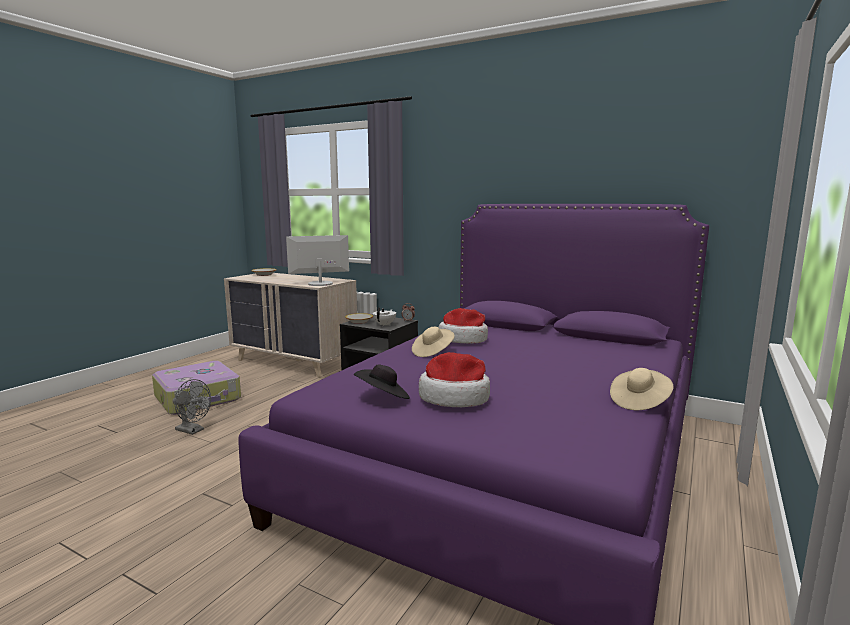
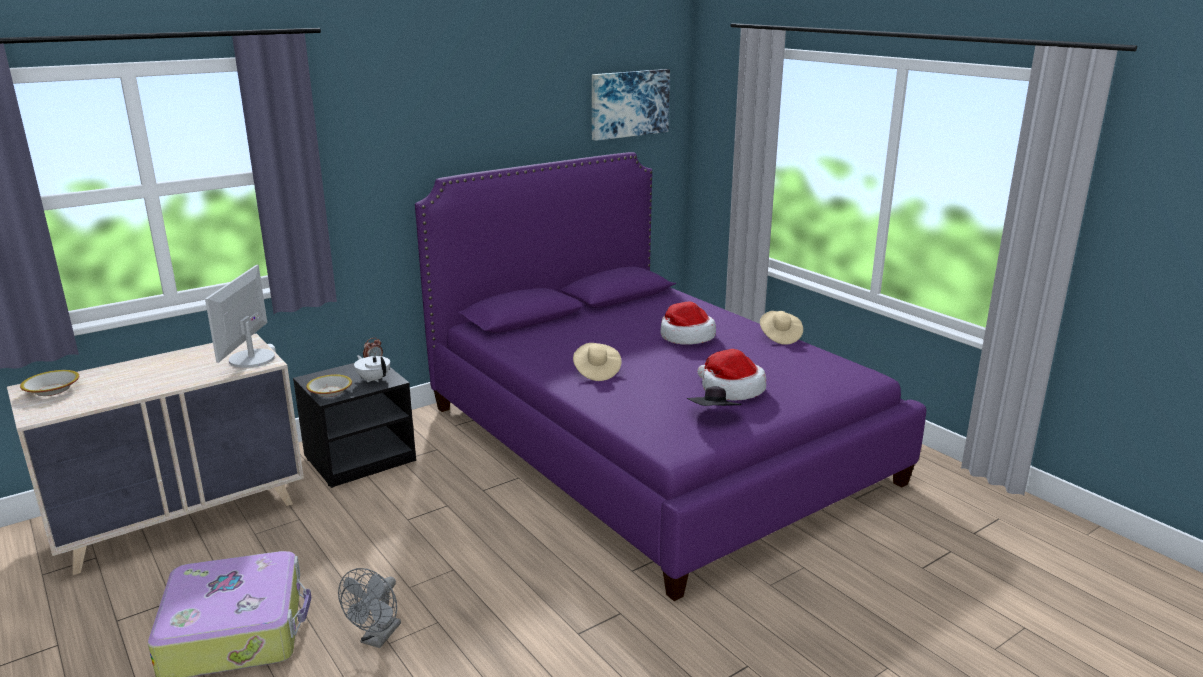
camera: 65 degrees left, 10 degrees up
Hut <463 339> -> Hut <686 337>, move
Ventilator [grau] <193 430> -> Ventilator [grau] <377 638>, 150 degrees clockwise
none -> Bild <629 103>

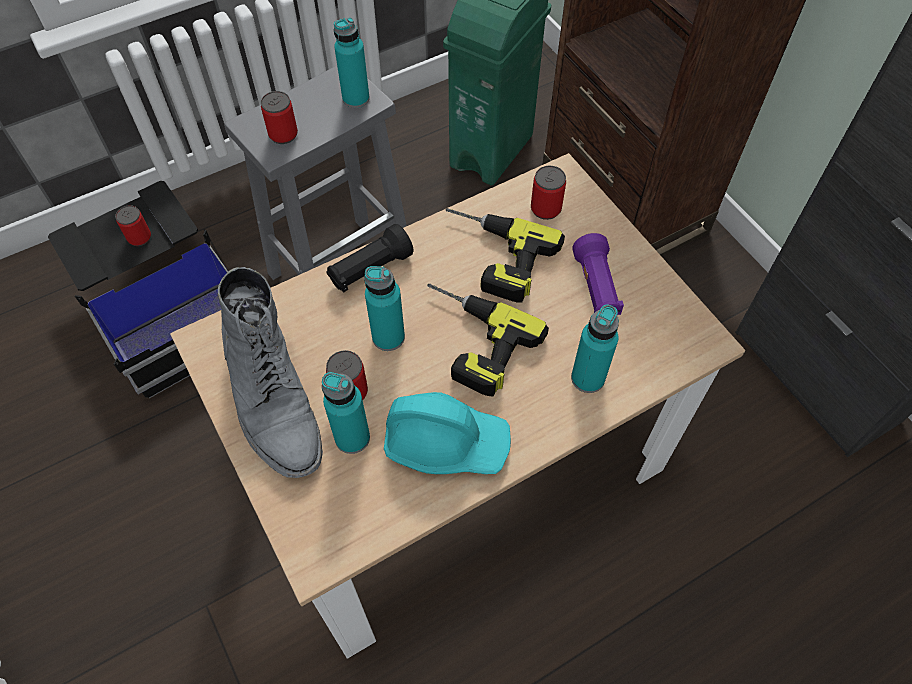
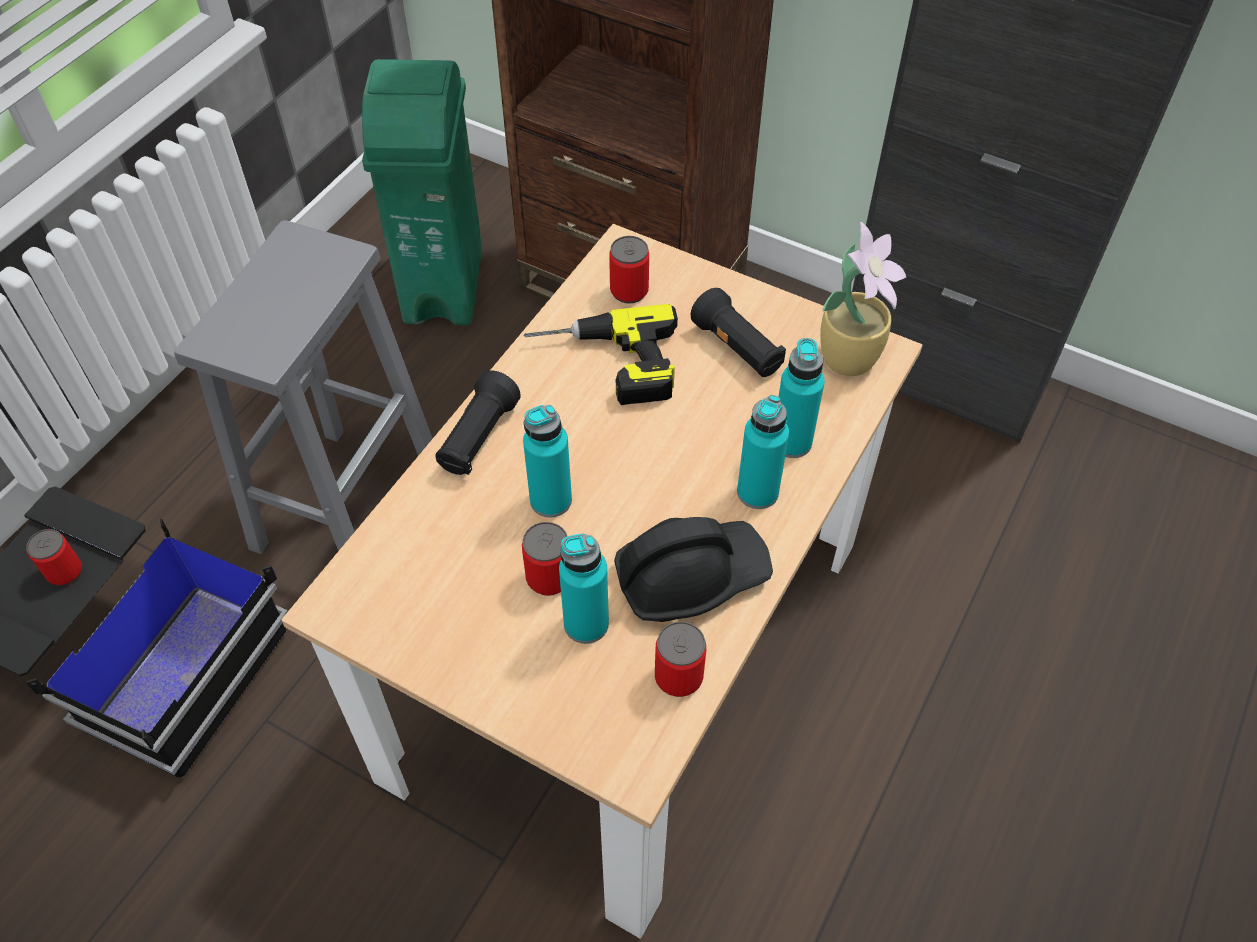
camera: 30 degrees left, 5 degrees down
Flasche [türkis] <356 99> -> Flasche [türkis] <757 492>, move
Dose <283 134> -> Dose <678 677>, move
Taschenlampe [lila] <596 288> -> Taschenlampe [schwarz] <737 349>
Stiefel [grau] <273 399> -> none
Bohrmaschine <469 341> -> none
Schutzhelm [türkis] <446 441> -> Schutzhelm [schwarz] <691 576>
none -> Topfpflanze <850 357>

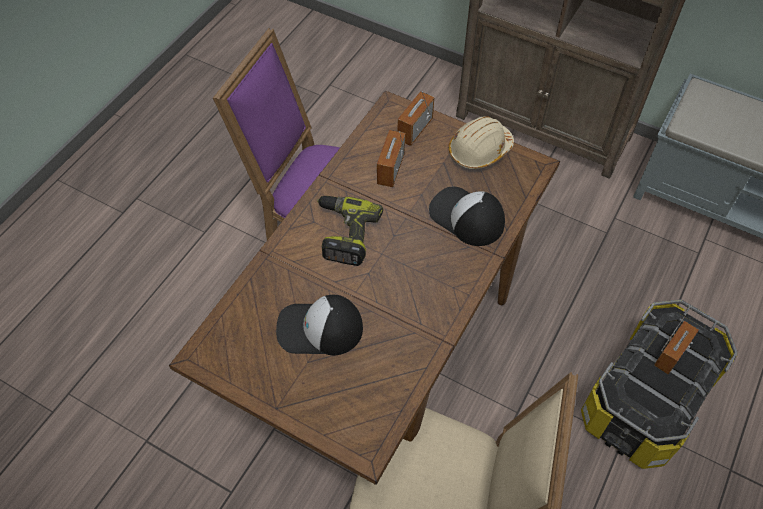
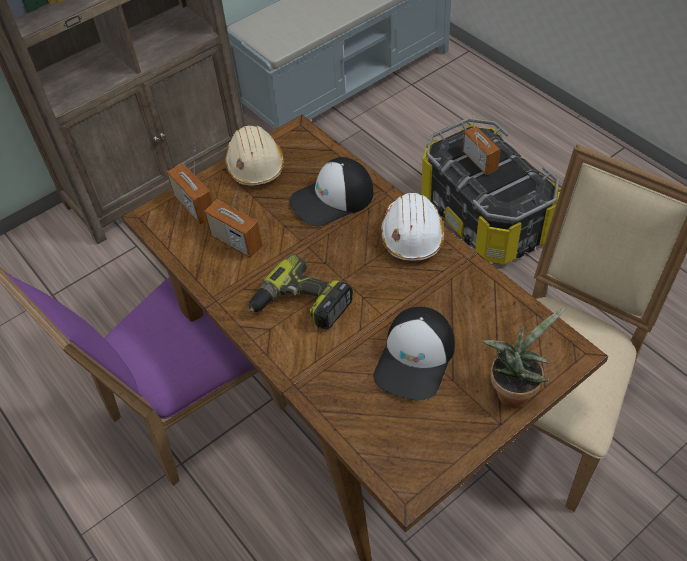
camera: 65 degrees left, 5 degrees down
none -> Schutzhelm [weiß] <412 235>
none -> Topfpflanze <514 390>

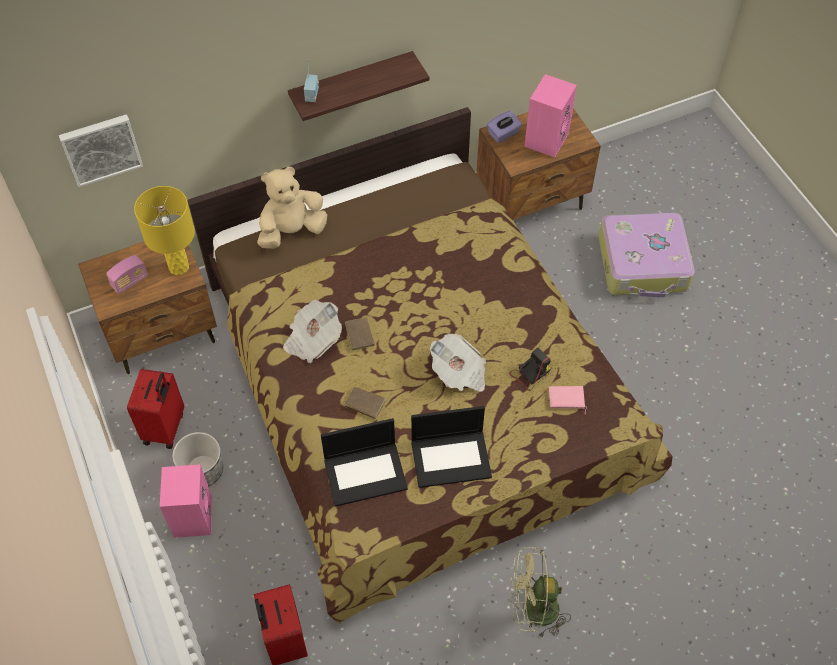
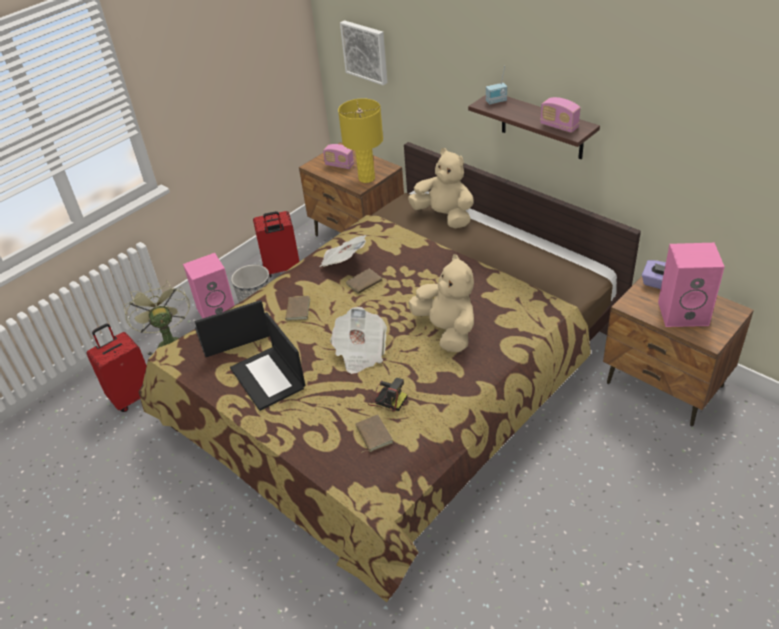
camera: 70 degrees right, 15 degrees down
Koffer <643 264> -> none
Buch [rosa] <566 400> -> Buch [braun] <372 435>
Laptop <366 473> -> Laptop <232 334>, 105 degrees clockwise
Ventilator [grün] <533 610> -> Ventilator [grün] <168 344>, move
none -> Radio <559 126>
none -> Plüschtier [beige] <447 331>

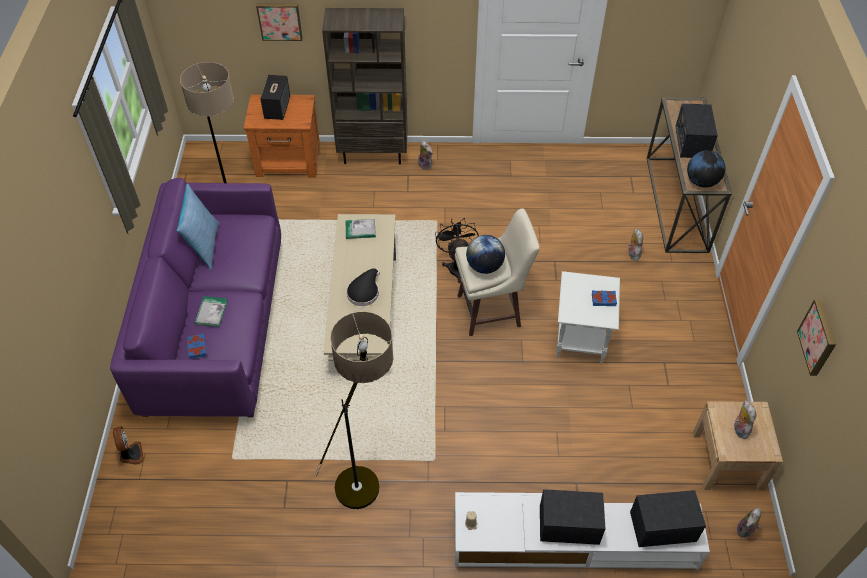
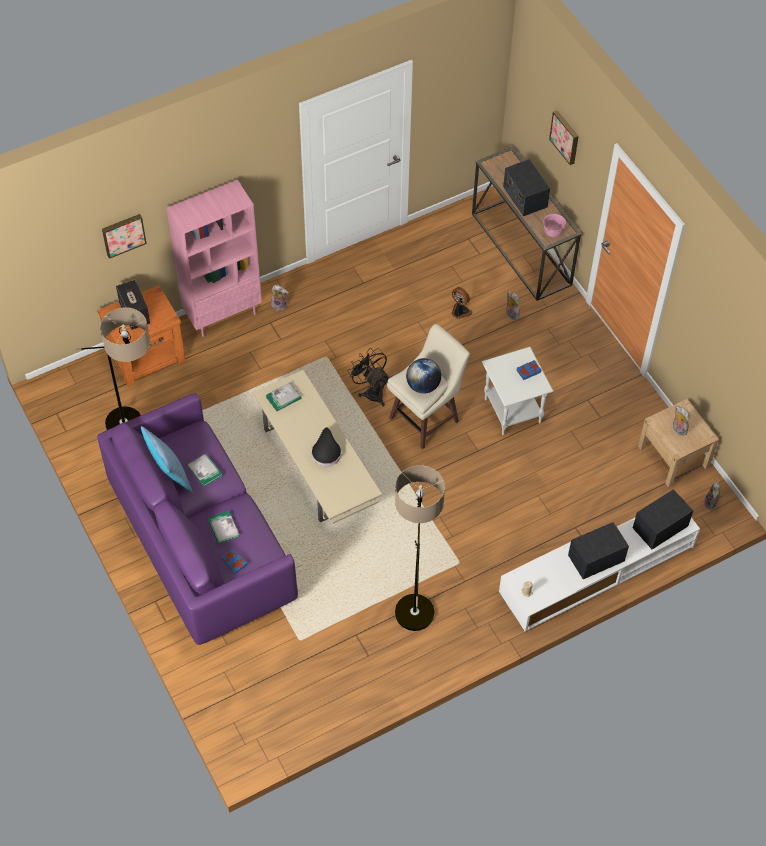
camera: 30 degrees left, 5 degrees up
Bücherregal [braun] <373 154> -> Bücherregal [rosa] <223 314>
Globus <701 182> -> Schüssel [rosa] <552 233>
Bild <819 337> -> Bild <565 136>, move
Ventilator <131 454> -> Ventilator <460 312>, move
none -> Buch <205 471>

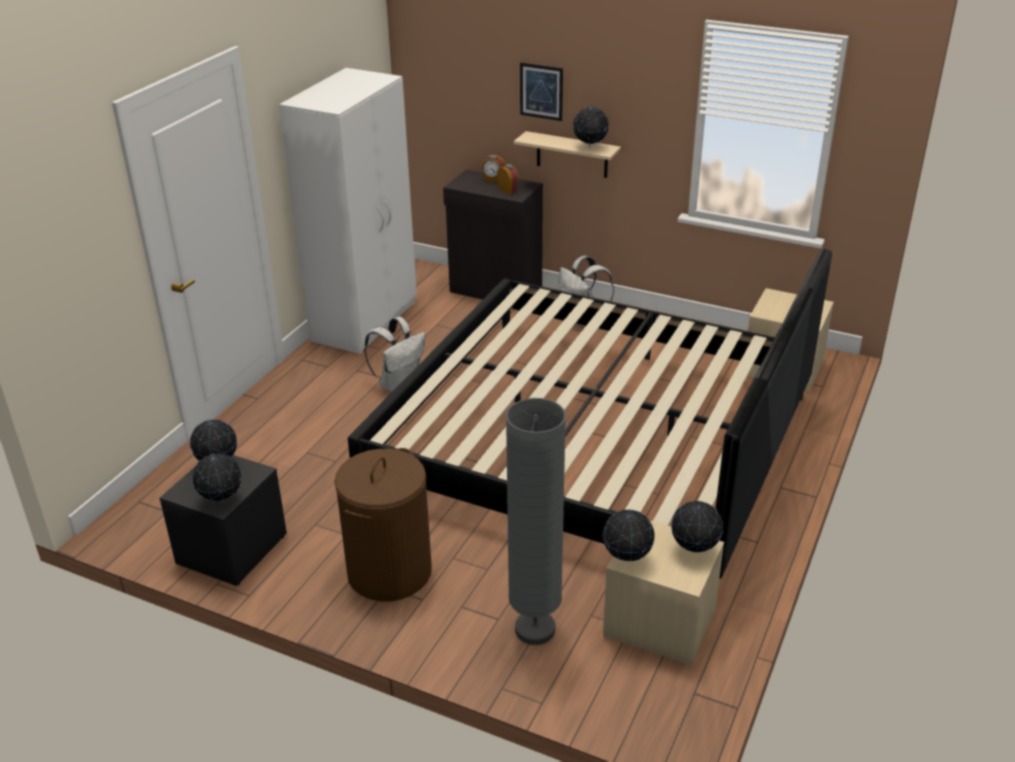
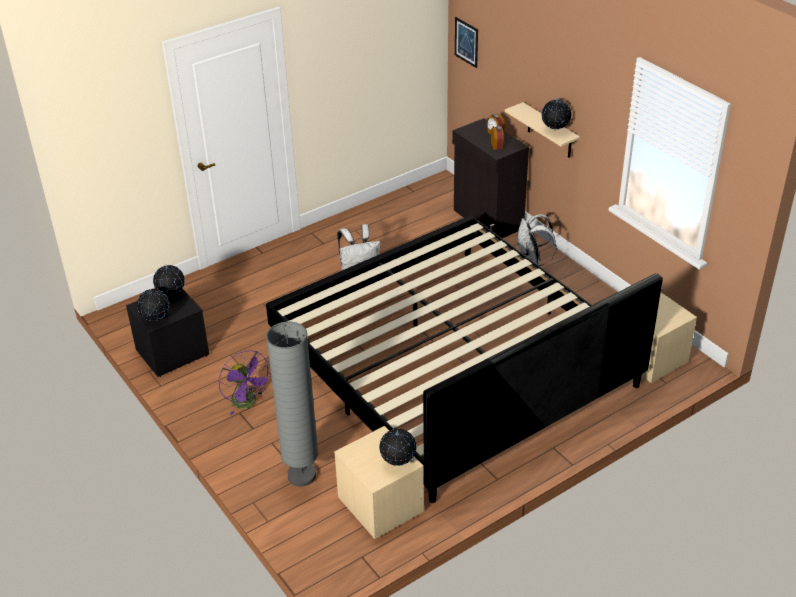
camera: 30 degrees right, 5 degrees up
Bild <541 91> -> Bild <466 42>, move
Kleiderschrank [weiß] <366 321> -> none
Wäschekorb [braun] <389 572> -> Ventilator [lila] <248 403>
Globus <627 559> -> none

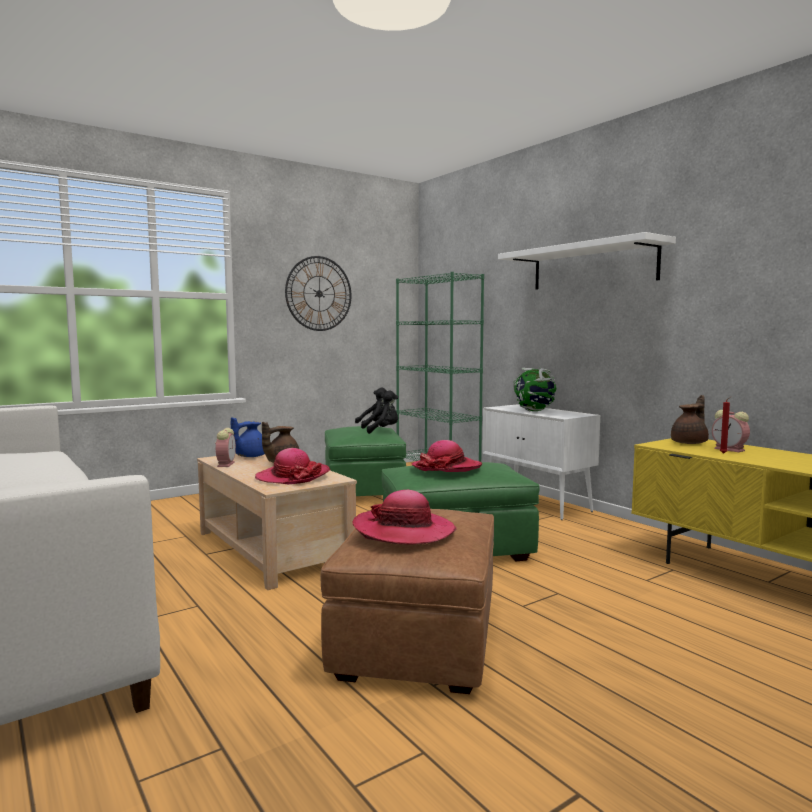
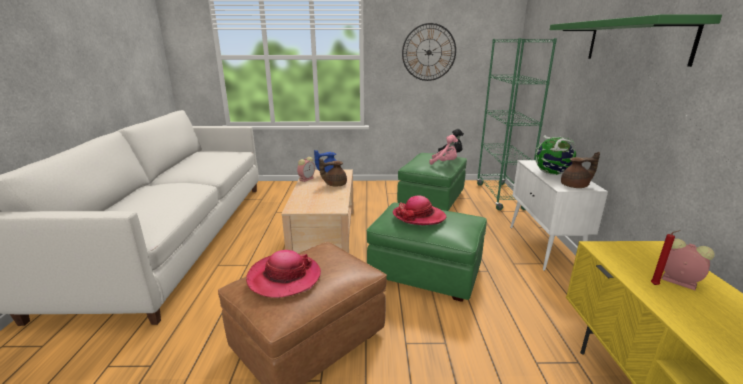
camera: 35 degrees right, 15 degrees up
Wandregal [weiß] <592 266> -> Wandregal [grün] <635 41>
Plüschtier [schwarz] <382 430> -> Plüschtier [rosa] <444 163>
Teekanne [braun] <690 443> -> Teekanne [braun] <575 186>, move
Wecker <730 450> -> Wecker <677 281>, 135 degrees clockwise
Hut <292 477> -> none

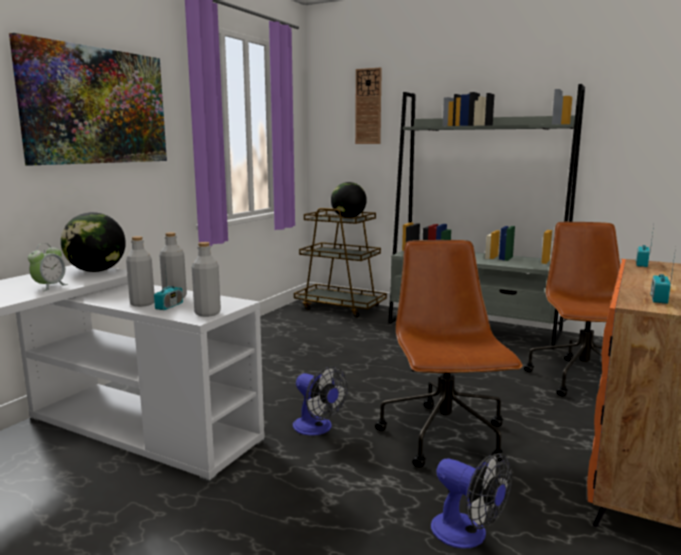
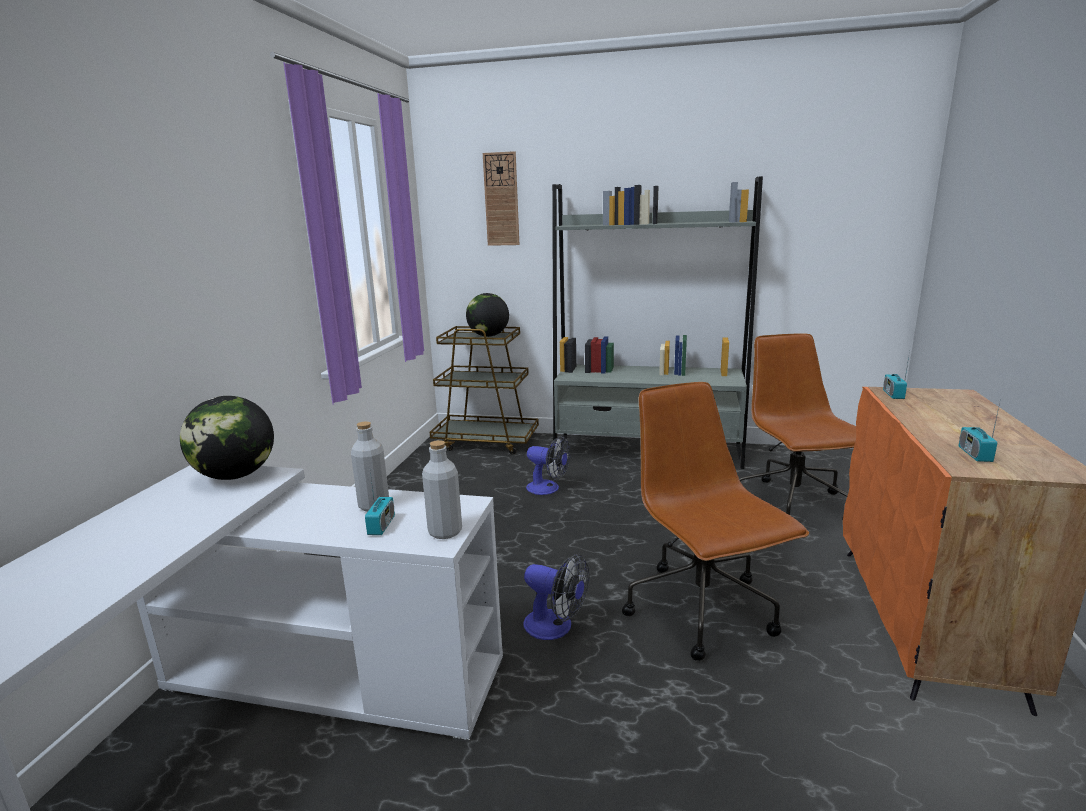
camera: 15 degrees left, 5 degrees up
Bild <97 106> -> none
Flasche [grau] <142 303> -> none
Wecker <49 287> -> none
Ventilator <467 535> -> Ventilator <548 489>, move

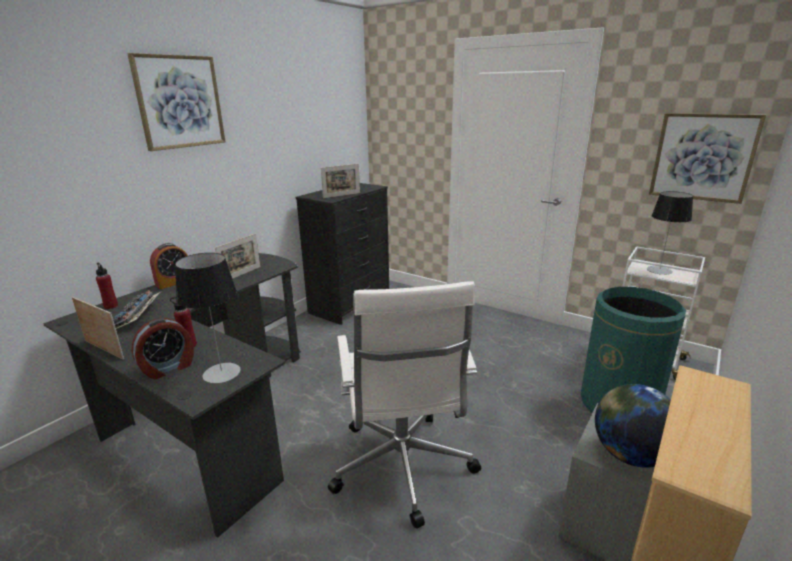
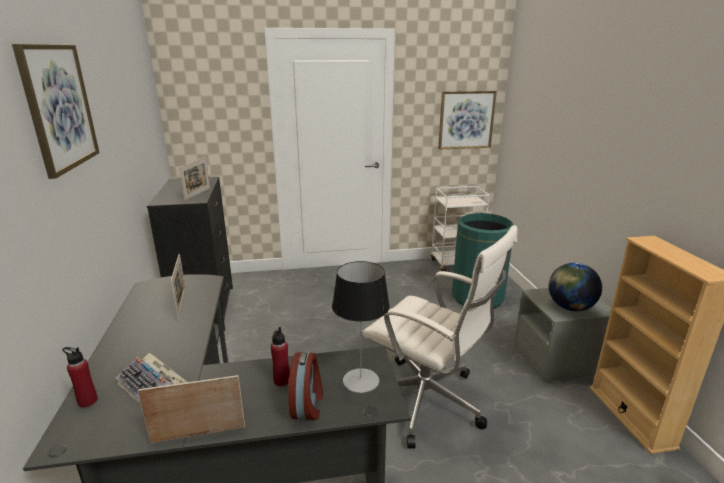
camera: 45 degrees left, 0 degrees up
Tischlampe <659 270> -> none
Wecker <174 282> -> none

